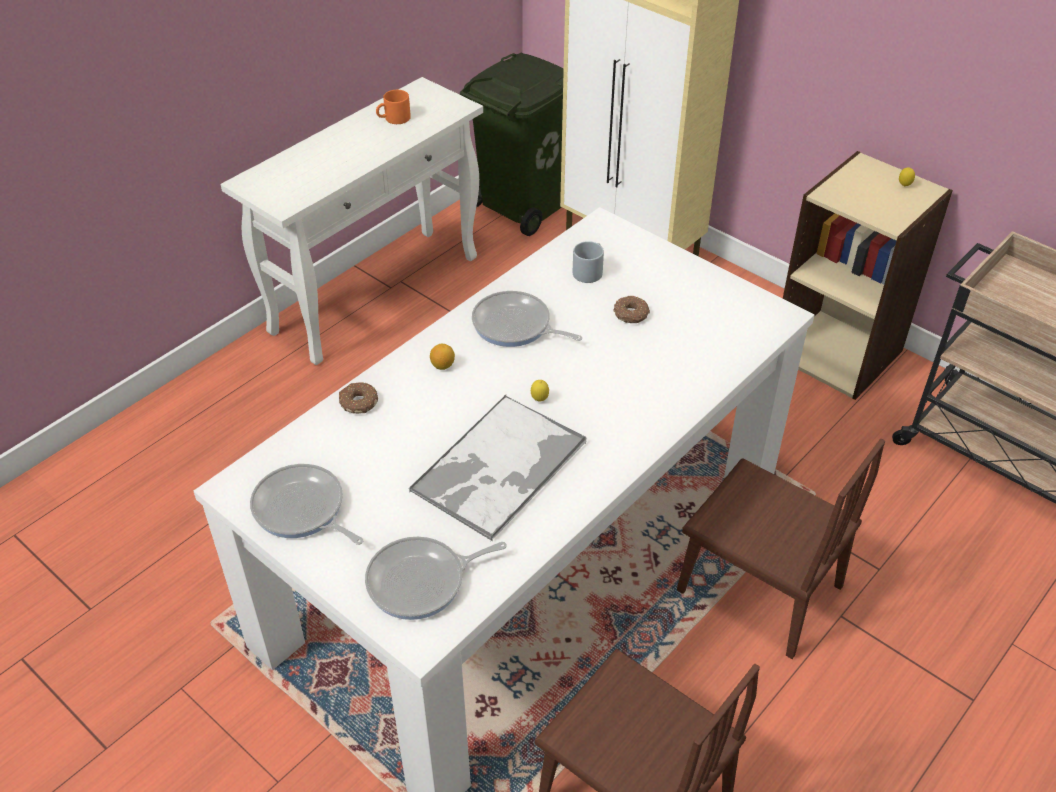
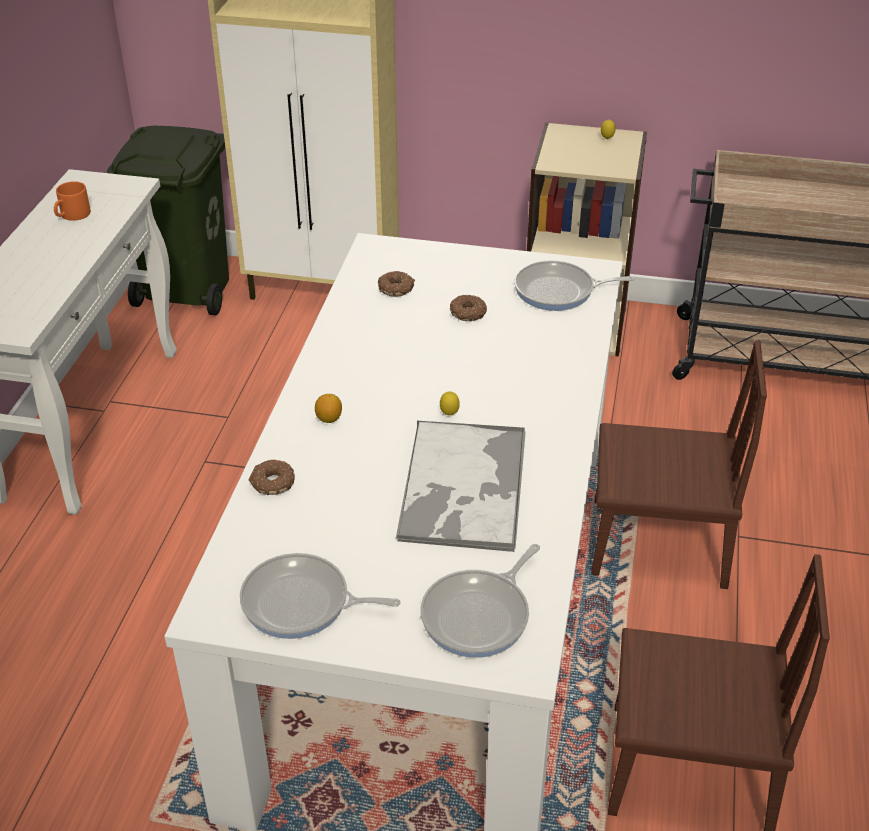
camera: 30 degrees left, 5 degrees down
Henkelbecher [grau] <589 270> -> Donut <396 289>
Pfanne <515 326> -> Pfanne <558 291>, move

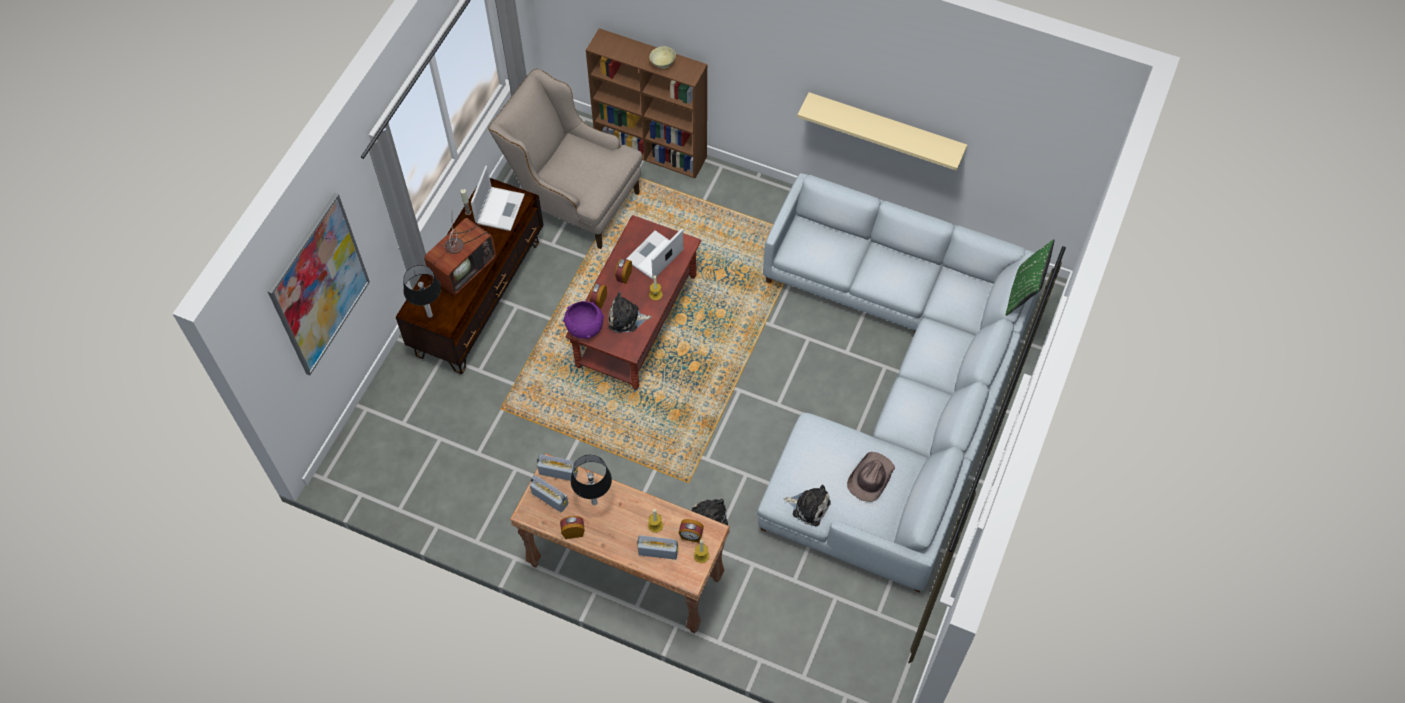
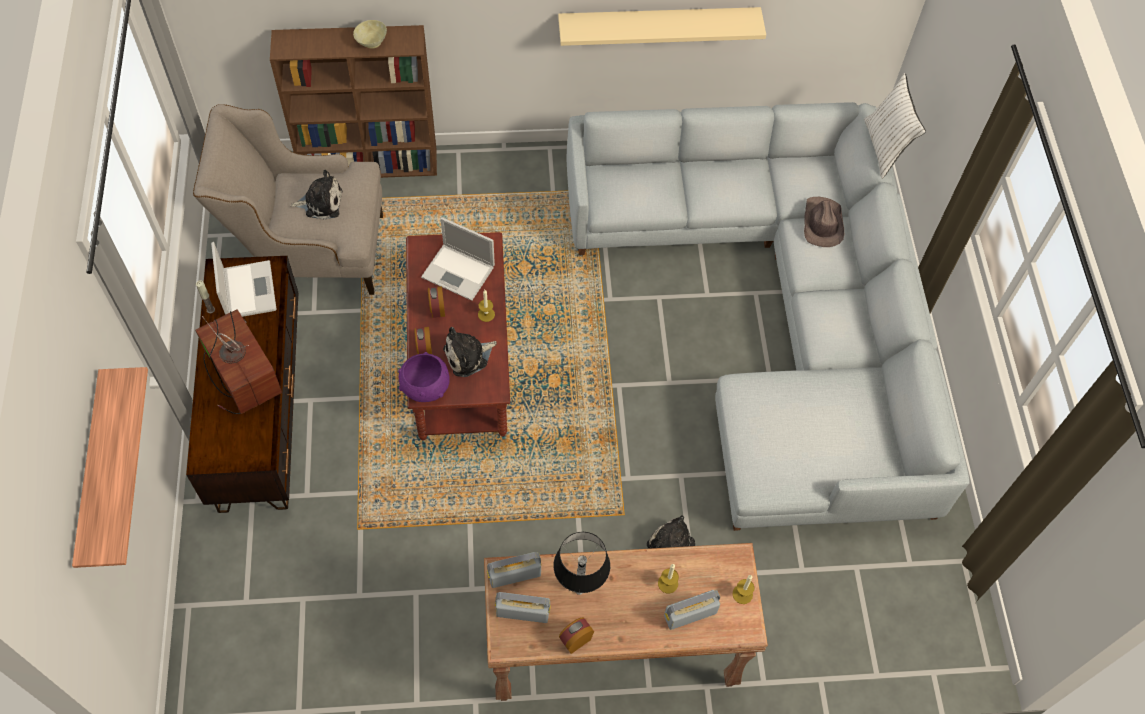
camera: 30 degrees left, 0 degrees up
Bild <320 285> -> Wandregal <93 474>
Fernseher <463 266> -> Fernseher <240 376>, 45 degrees counterclockwise
Laptop <654 256> -> Laptop <459 272>, 75 degrees counterclockwise
Kissen [grün] <1024 293> -> Kissen [weiß] <885 147>
Tischlampe <429 315> -> none
Hut [braun] <870 478> -> Hut [braun] <822 223>, move
Plüschtier <809 507> -> Plüschtier <321 202>, move
Wecker <691 536> -> none

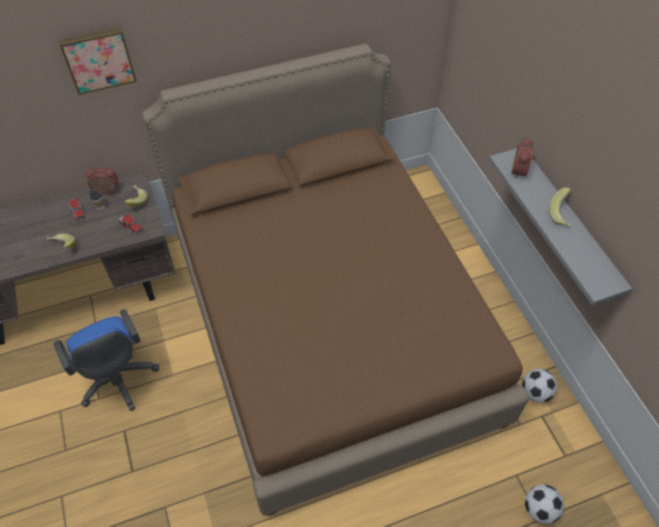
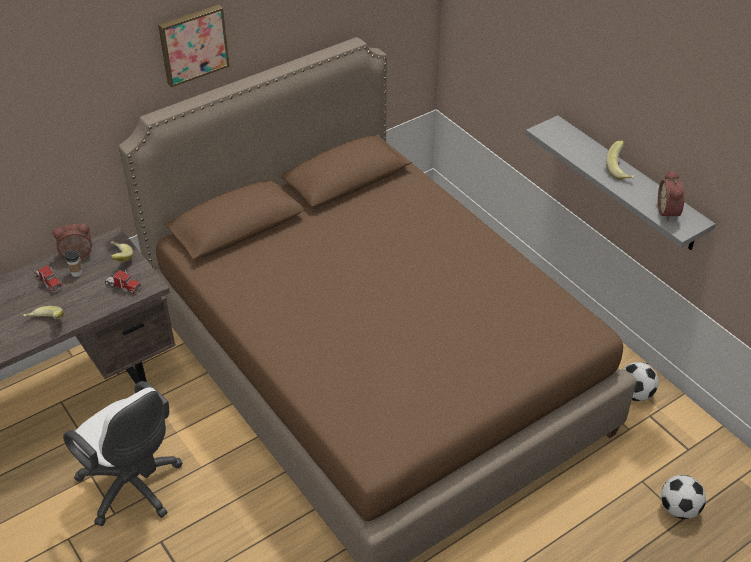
camera: 15 degrees left, 10 degrees down
Bild <98 59> -> Bild <193 44>, move
Wecker <521 171> -> Wecker <669 212>, move
Bürostuhl [blau] <119 380> -> Bürostuhl [weiß] <134 488>

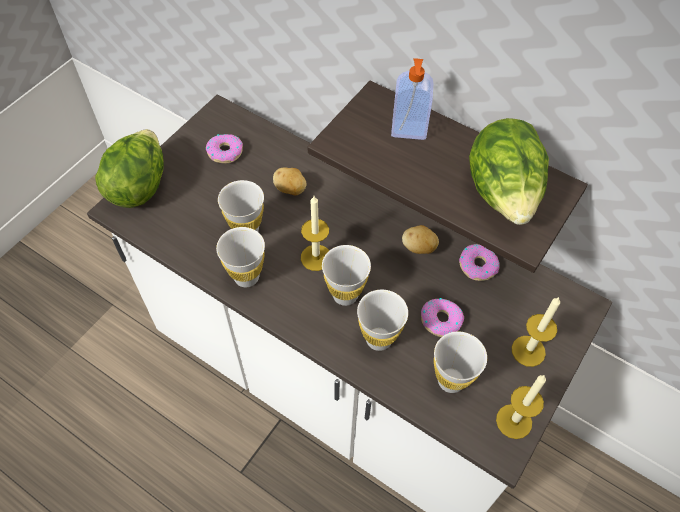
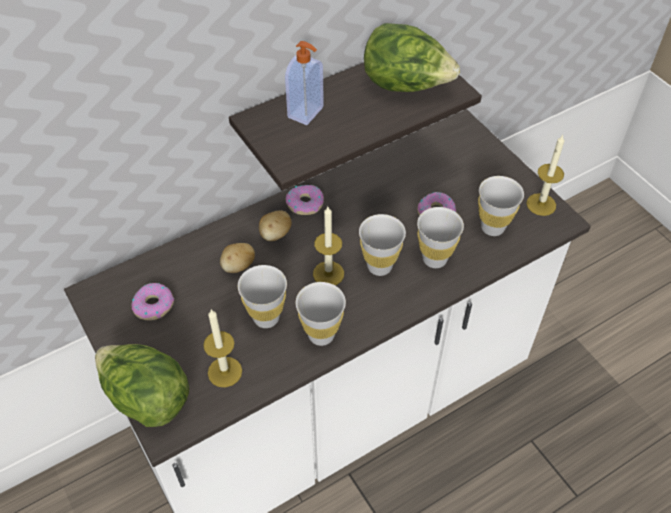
camera: 65 degrees left, 5 degrees down
Kartoffel <418 248> -> Kartoffel <275 234>, move
Donut <478 265> -> Donut <305 203>, move
Kerze <528 351> -> Kerze <225 372>, move

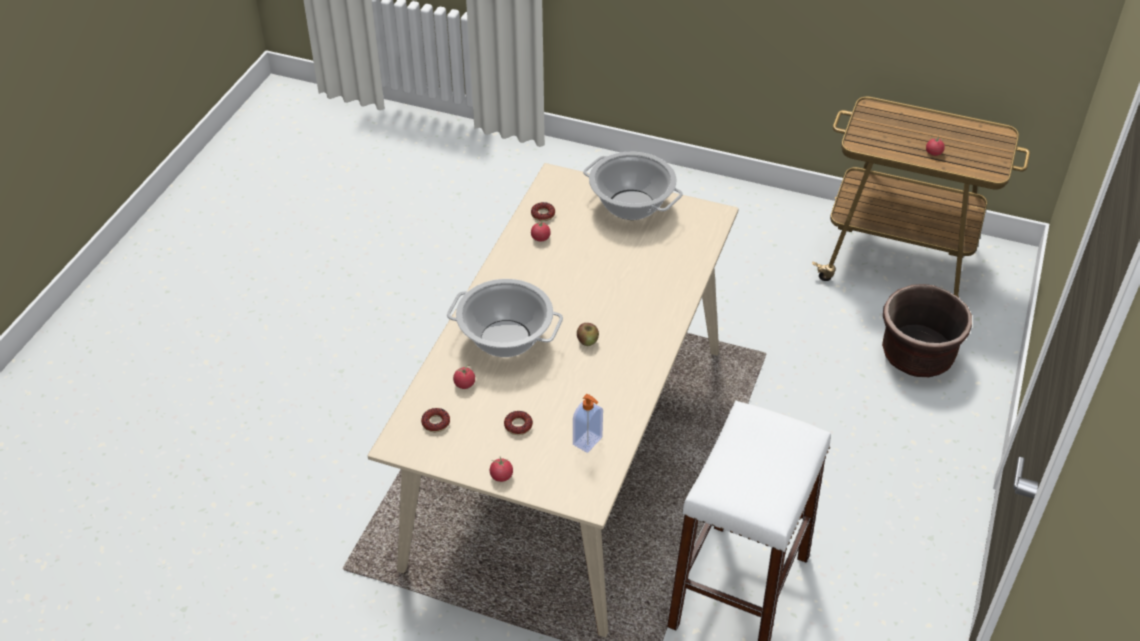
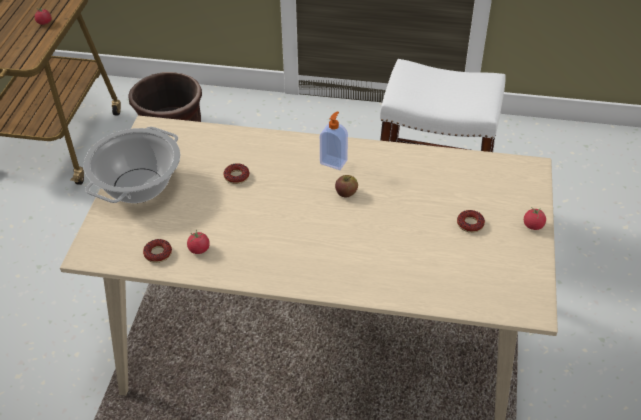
camera: 100 degrees left, 0 degrees up
Kochtopf <506 338> -> none
Tomate <464 384> -> none
Seifenspender <588 441> -> Seifenspender <334 162>, move
Donut <436 423> -> Donut <236 176>, move

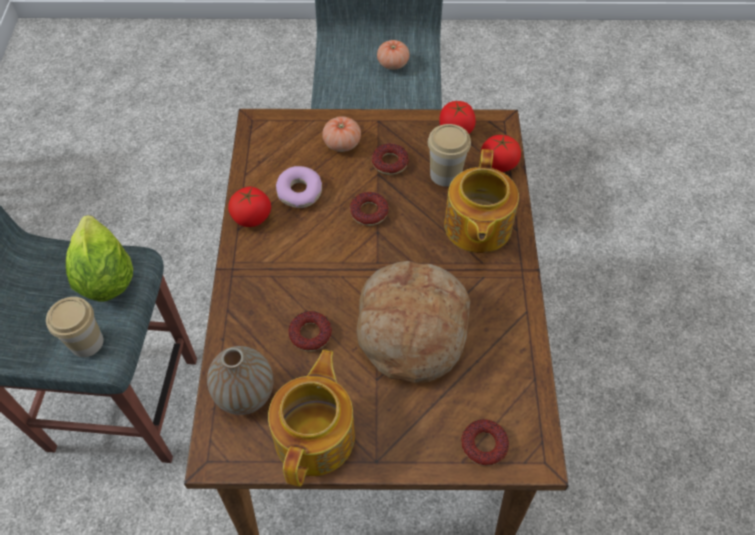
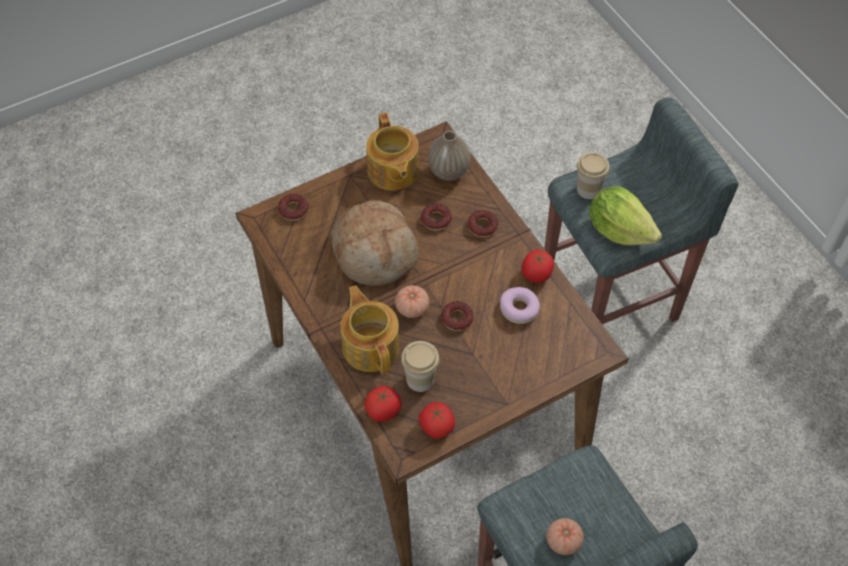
camera: 150 degrees right, 0 degrees up
Tomate <342 143> -> Tomate <412 308>, move
Donut <389 163> -> Donut <482 226>, move

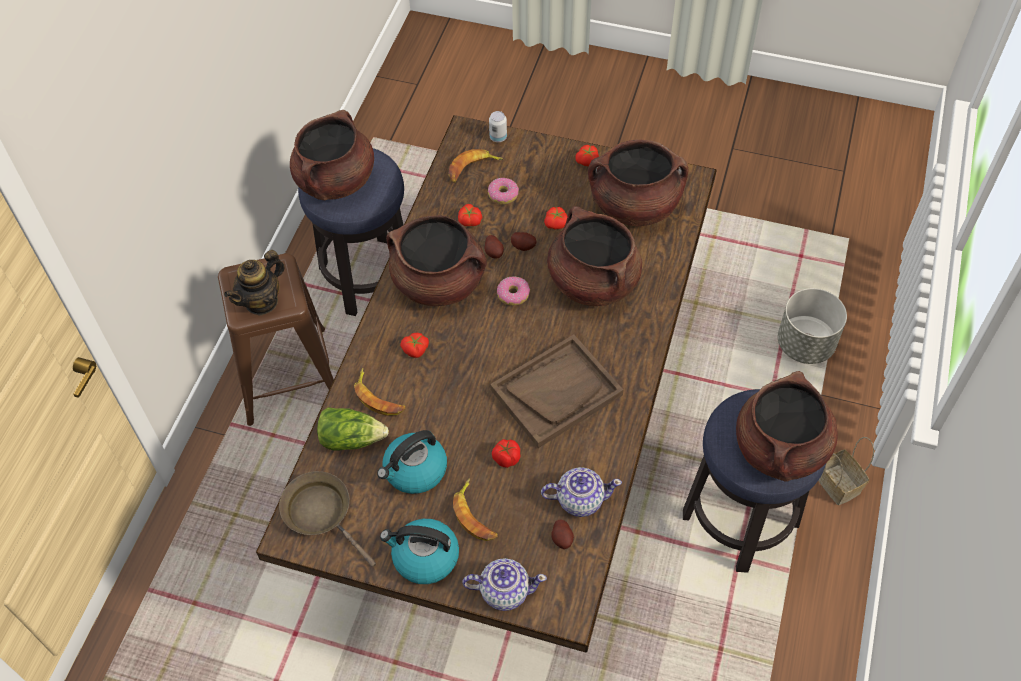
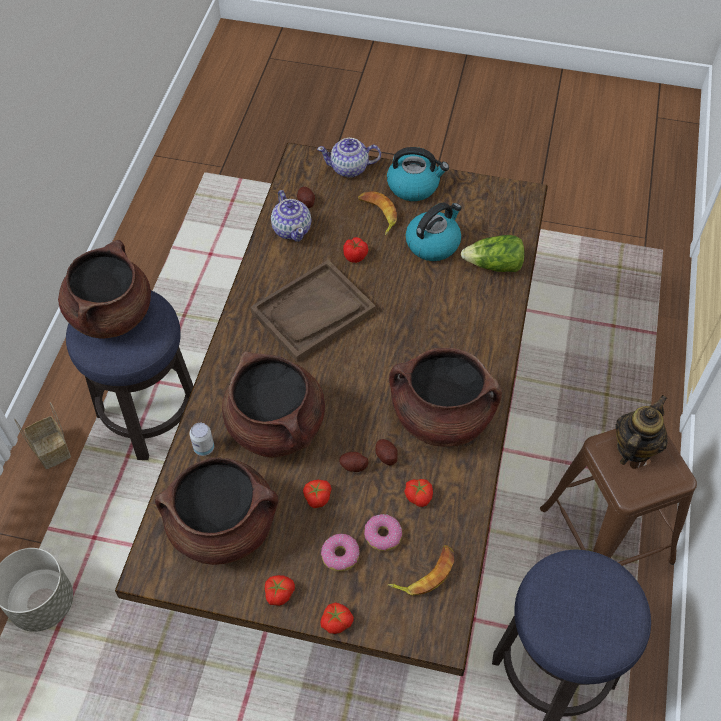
camera: 175 degrees right, 0 degrees up
Kochtopf [braun] <336 181> -> none
Dose <498 137> -> Dose <204 448>, move
Donut <513 295> -> Donut <340 555>, move
Tomate <415 350> -> Tomate <336 621>, move
Banane <378 397> -> none
Teekanne <579 499> -> Teekanne <292 229>, 105 degrees counterclockwise
Pfanne [braun] <321 513> -> none

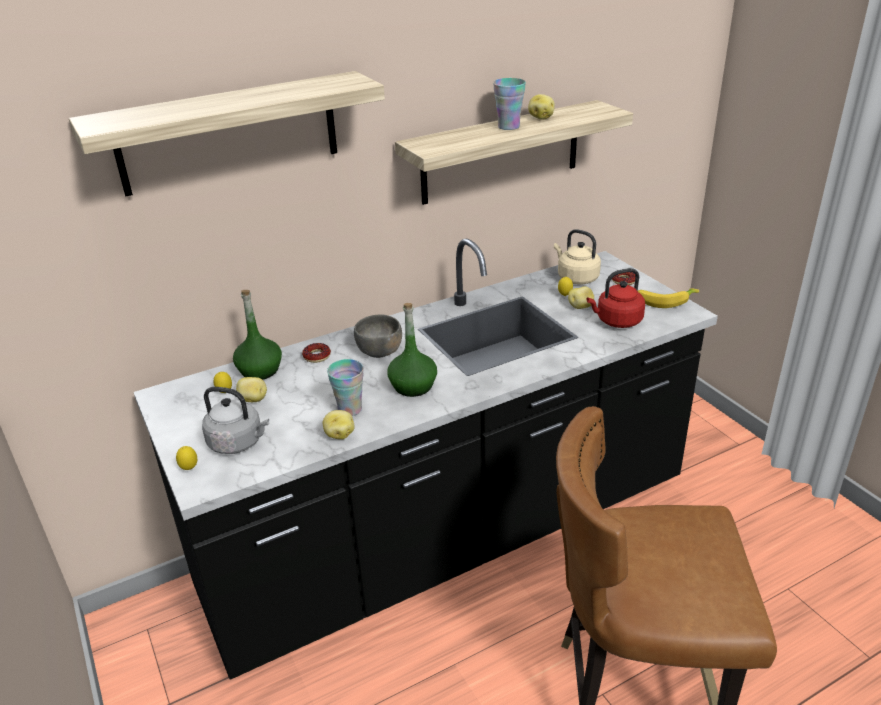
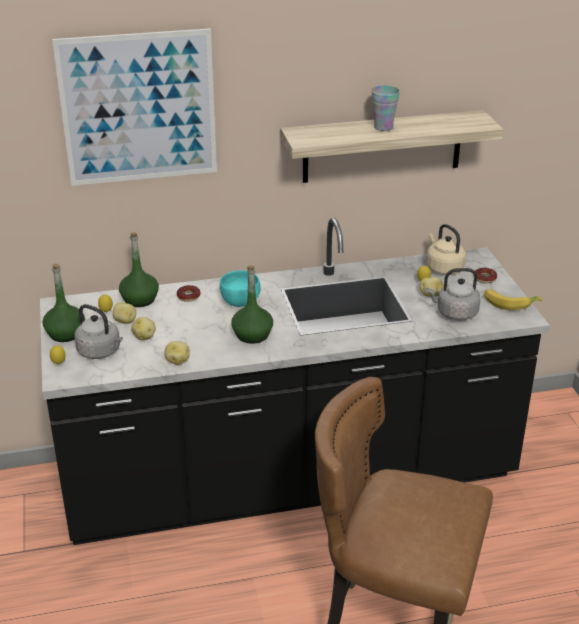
camera: 15 degrees right, 0 degrees up
Wandregal <229 133> -> Bild <138 108>
Kartoffel <541 118> -> Kartoffel <144 337>, move
Wasserkessel [rot] <616 321> -> Wasserkessel [grau] <454 313>
Schüssel [grau] <380 351> -> Schüssel [türkis] <240 301>
Tasse <350 409> -> none
none -> Flasche [grün] <66 333>

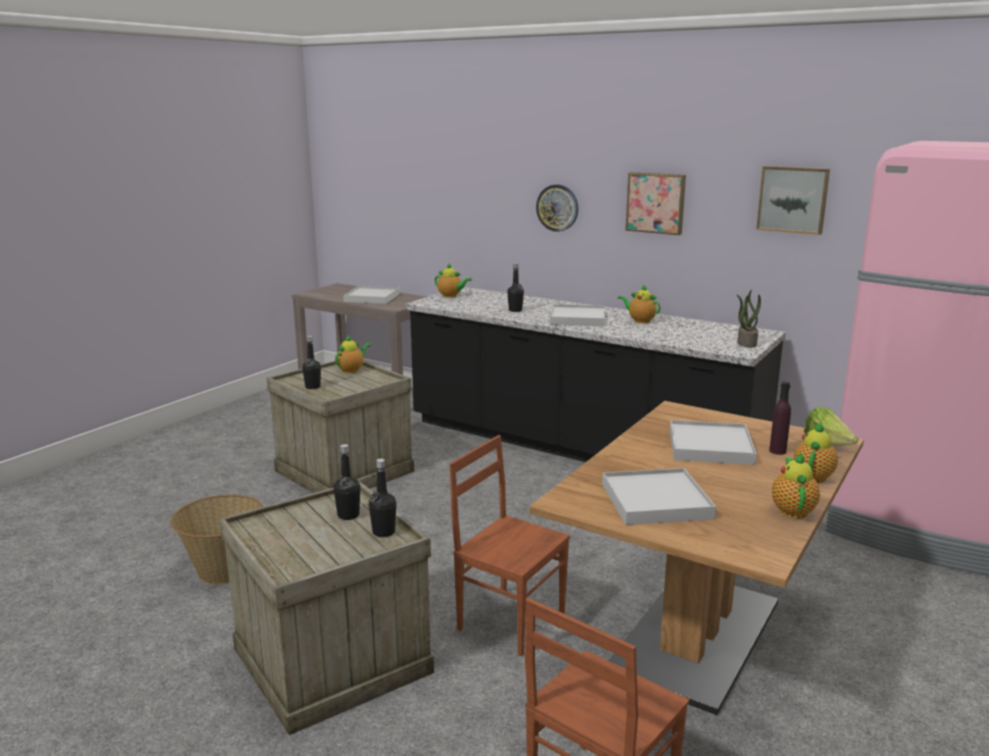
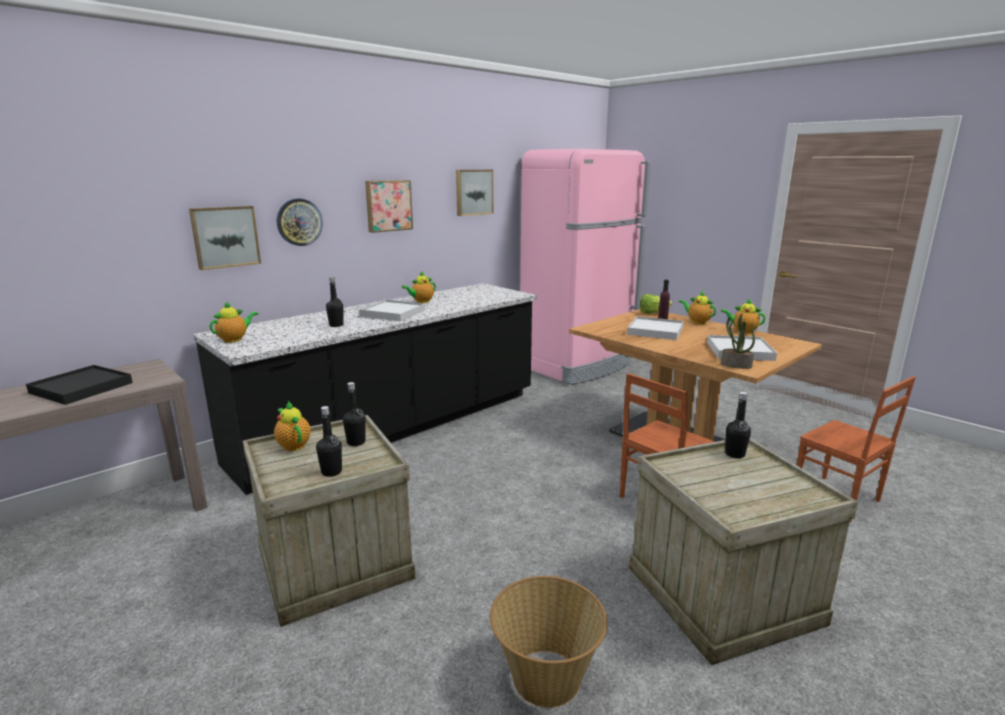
camera: 75 degrees left, 0 degrees up
Tablett [weiß] <372 298> -> Tablett [schwarz] <82 388>
Topfpflanze <746 343> -> Topfpflanze <735 365>, move
Flasche [schwarz] <348 515> -> Flasche [schwarz] <356 442>, move
none -> Bild <225 237>

